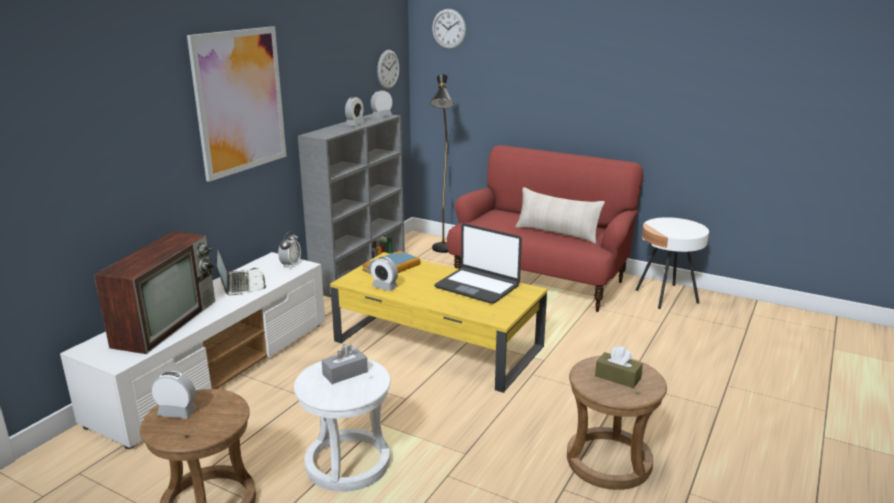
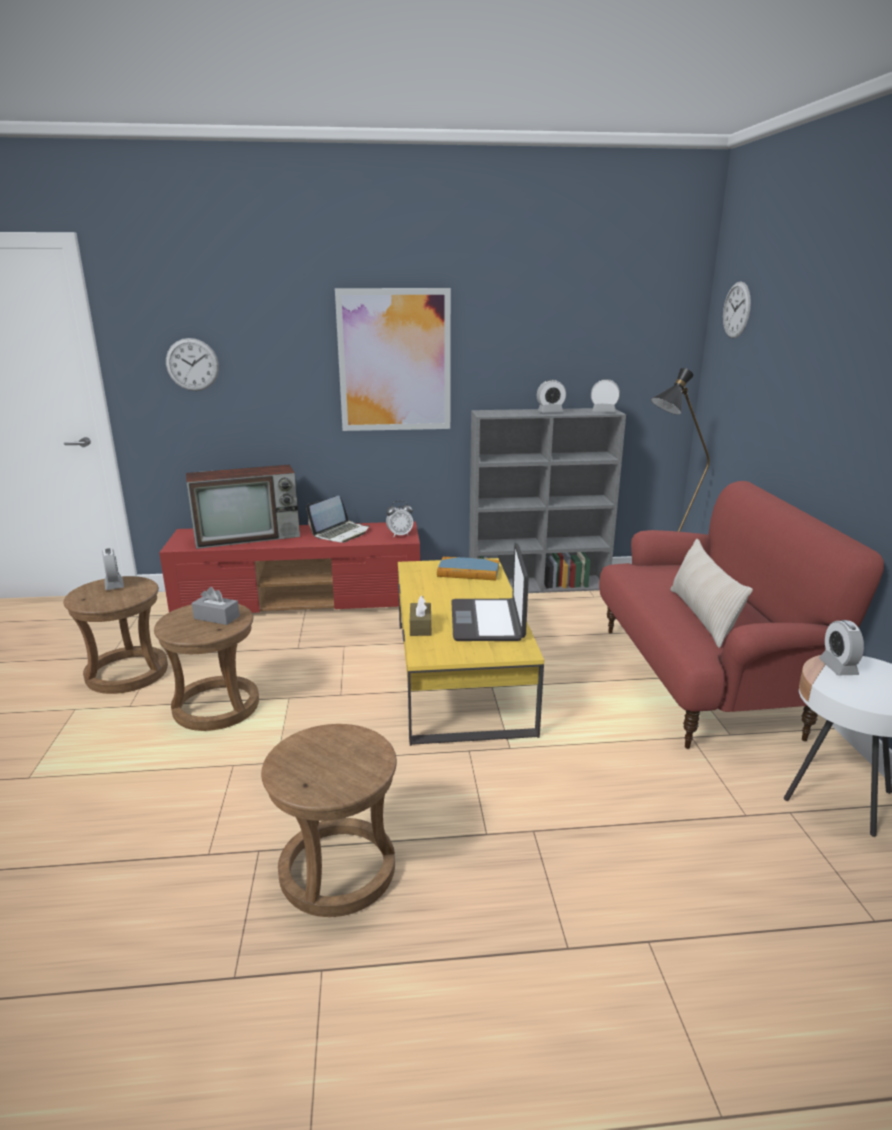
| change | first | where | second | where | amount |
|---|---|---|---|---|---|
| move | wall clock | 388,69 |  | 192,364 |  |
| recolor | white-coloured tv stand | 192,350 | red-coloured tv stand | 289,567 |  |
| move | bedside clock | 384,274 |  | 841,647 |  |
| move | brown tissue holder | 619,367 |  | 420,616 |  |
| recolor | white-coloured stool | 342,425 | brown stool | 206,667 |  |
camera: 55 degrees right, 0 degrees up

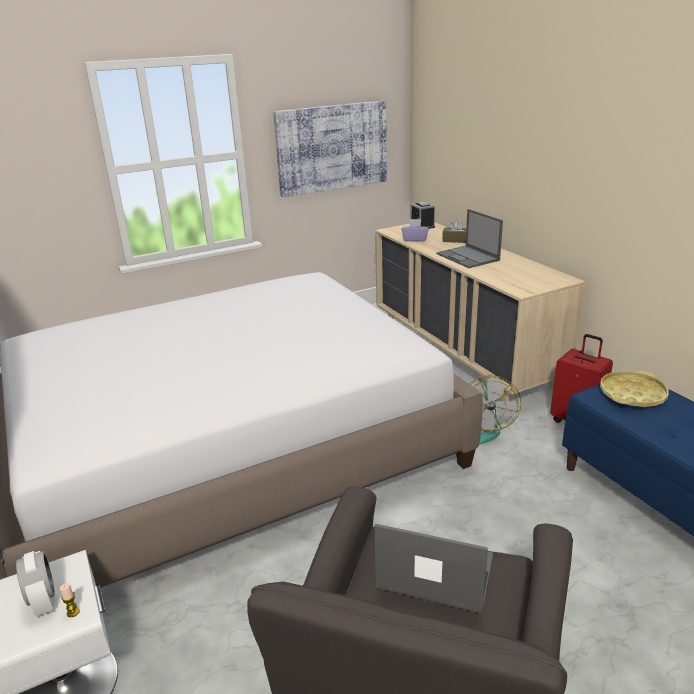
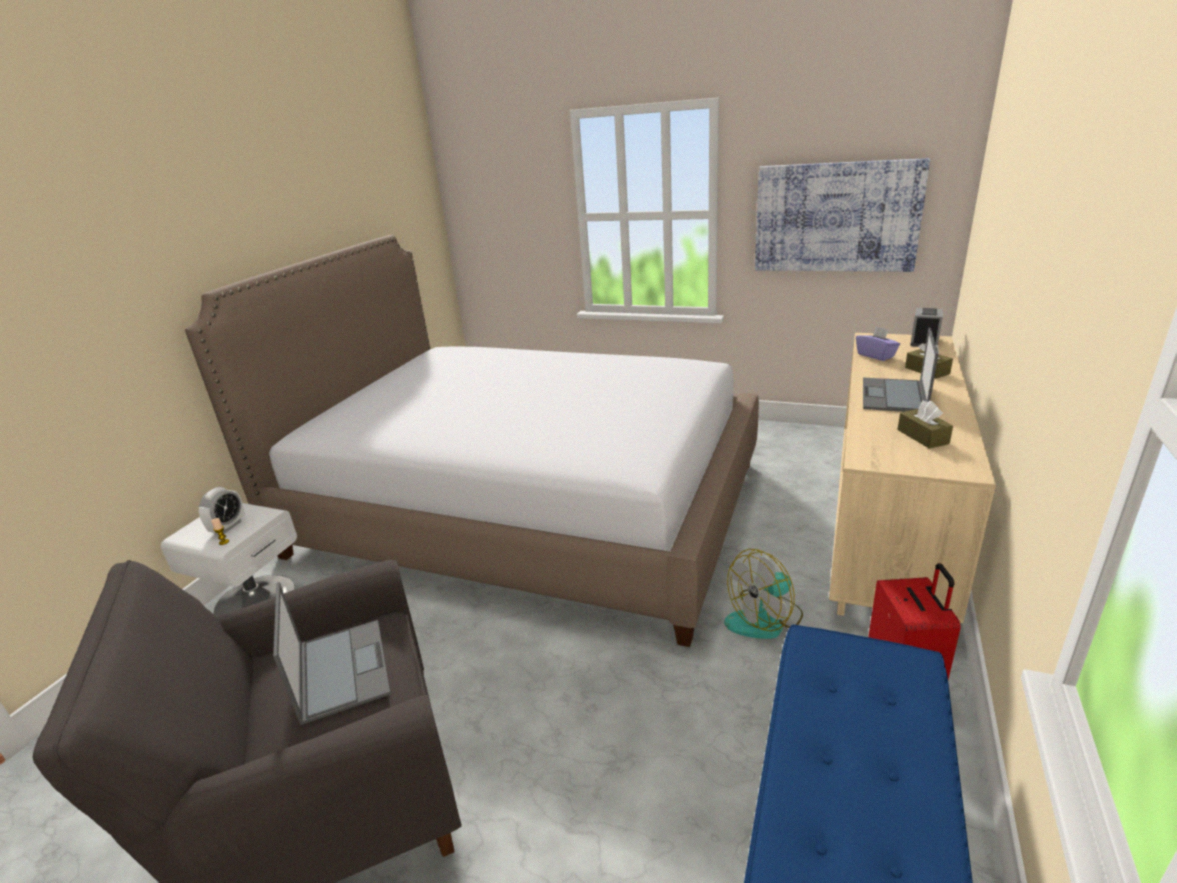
| change | first | where | second | where | amount |
|---|---|---|---|---|---|
| delete | yellow tray | 634,389 |  |  |  |
| insert |  |  | brown tissue holder | 925,425 |  |
camera: 50 degrees right, 0 degrees up

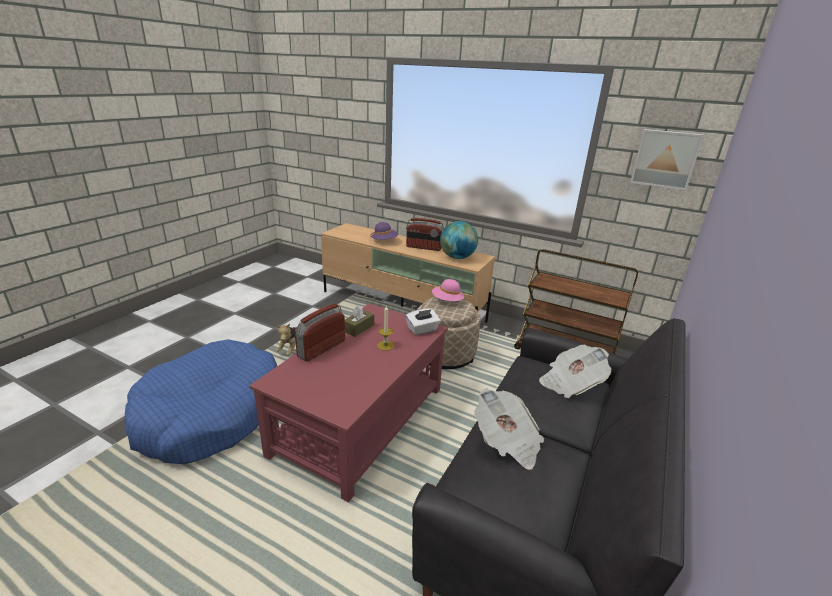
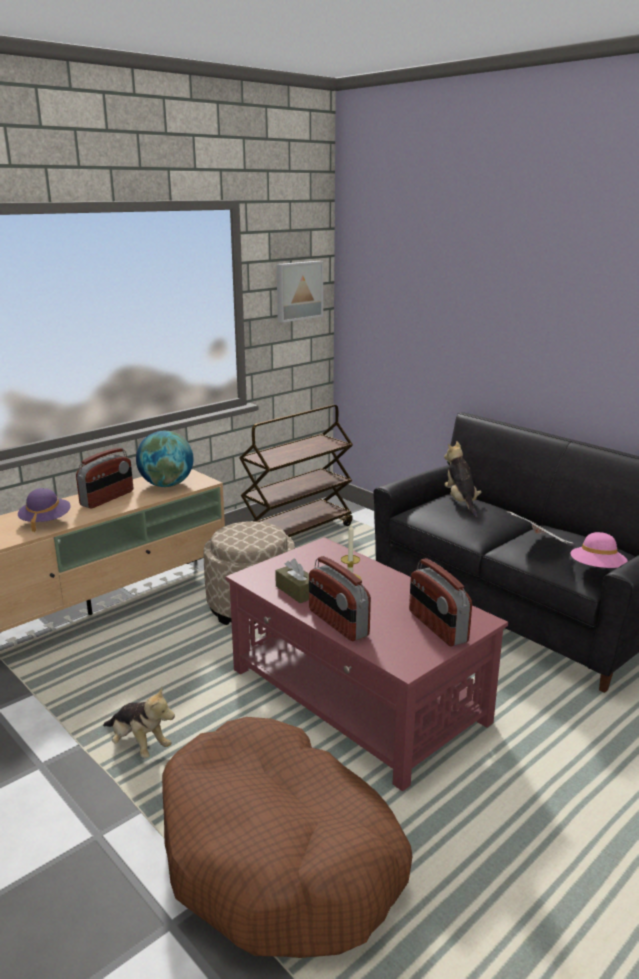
| change | first | where | second | where | amount |
|---|---|---|---|---|---|
| move | pinkish clothing hat | 448,290 |  | 599,550 |  |
| delete | white-coloured tissue holder | 423,322 |  |  |  |
| recolor | bluish dog cushion | 201,401 | brown dog cushion | 287,837 |  |
| replace | printed paper | 575,371 | plush toy | 463,479 |  |
| insert |  |  | radio receiver | 440,602 |  |
camera: 70 degrees left, 5 degrees down

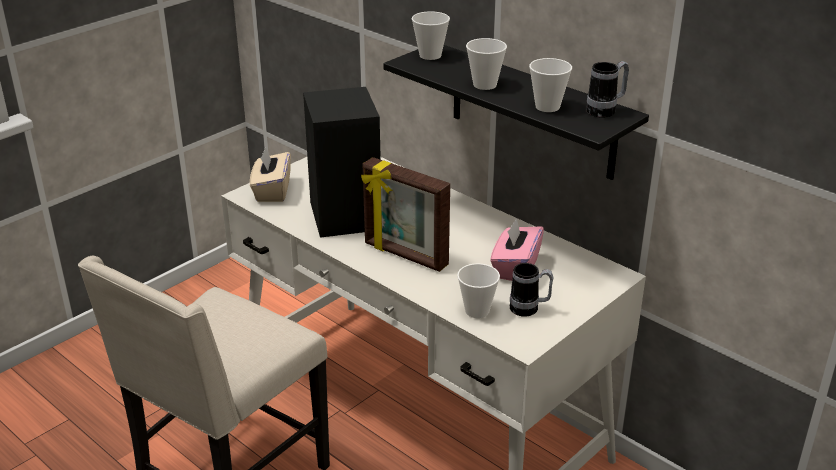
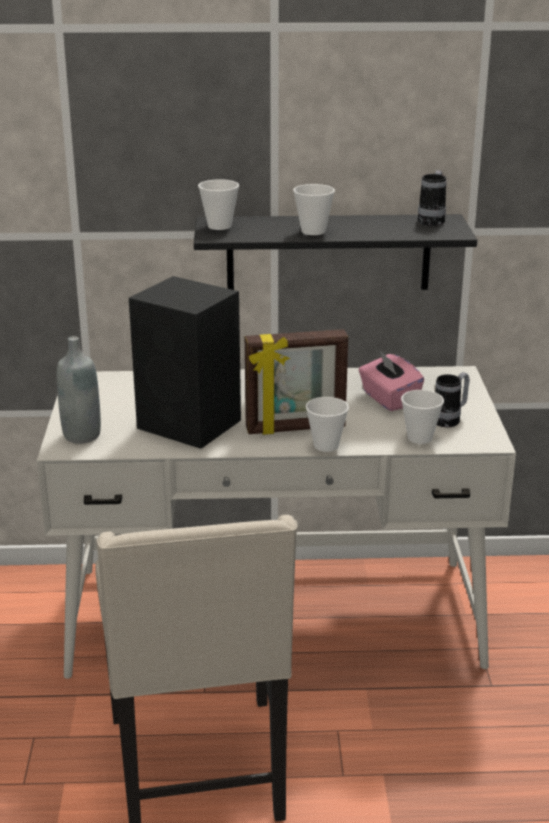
| change | first | where | second | where | amount |
|---|---|---|---|---|---|
| move | cup | 550,85 |  | 327,424 |  |
| replace | beige tissue holder | 270,174 | greyish beverage bottle | 79,390 |  |
camera: 45 degrees left, 5 degrees down

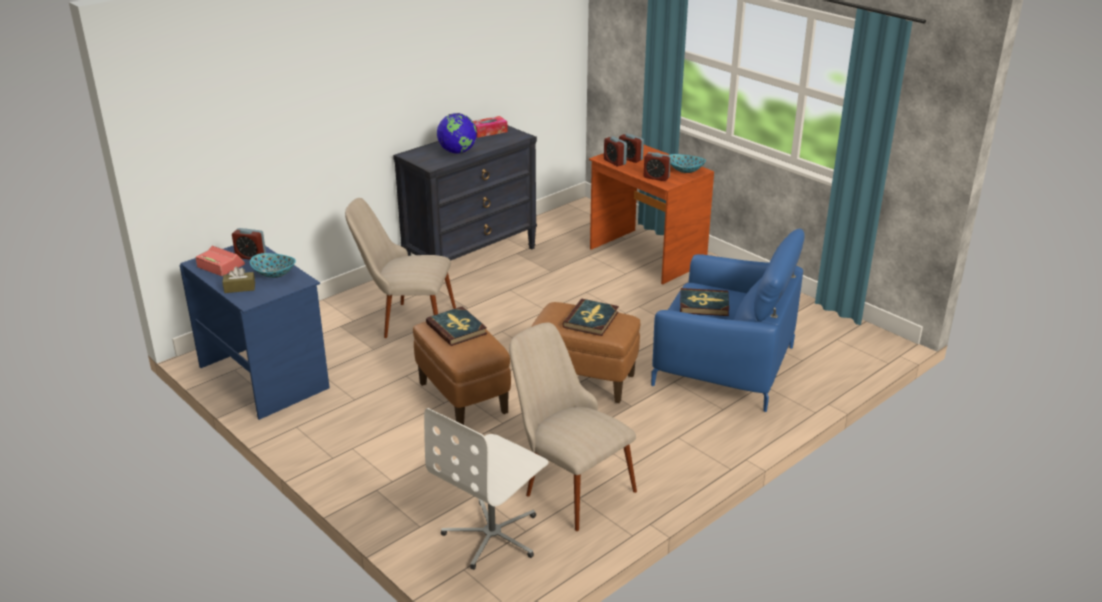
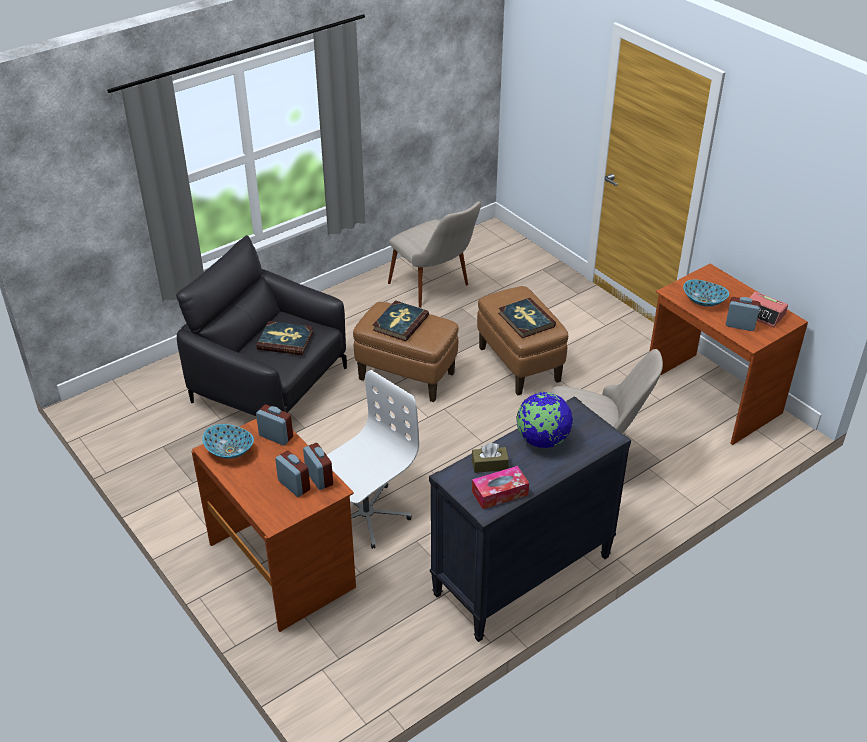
| change | first | where | second | where | amount |
|---|---|---|---|---|---|
| recolor | bluish armchair | 728,320 | black-coloured armchair | 261,325 |  |
| recolor | bluish desk table | 255,333 | brown desk table | 728,354 |  |
| move | brown tissue holder | 238,279 |  | 490,458 |  |
| move | white-coloured desk chair | 486,489 |  | 373,459 |  |
camera: 175 degrees left, 10 degrees up

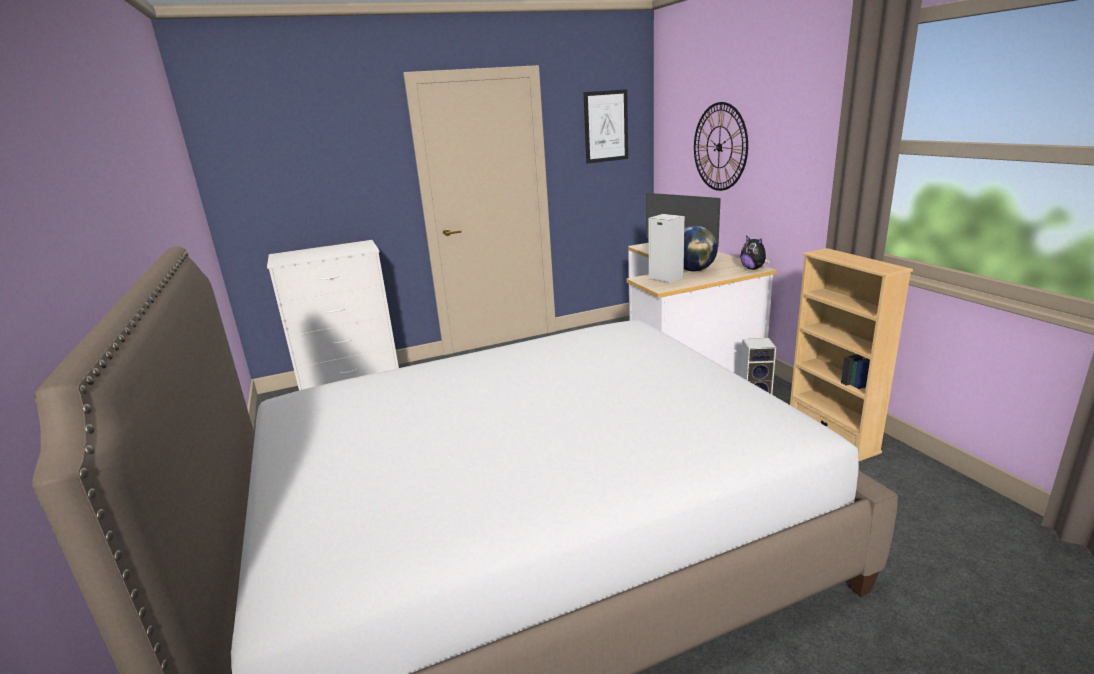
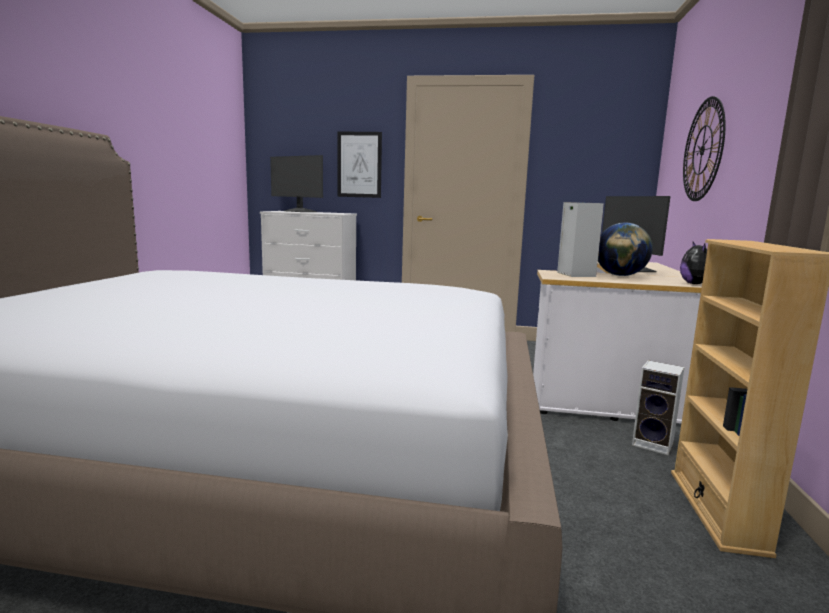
| change | first | where | second | where | amount |
|---|---|---|---|---|---|
| move | wall picture | 606,126 |  | 359,165 |  |
| insert |  |  | computer display | 296,183 |  |
camera: 30 degrees right, 10 degrees down

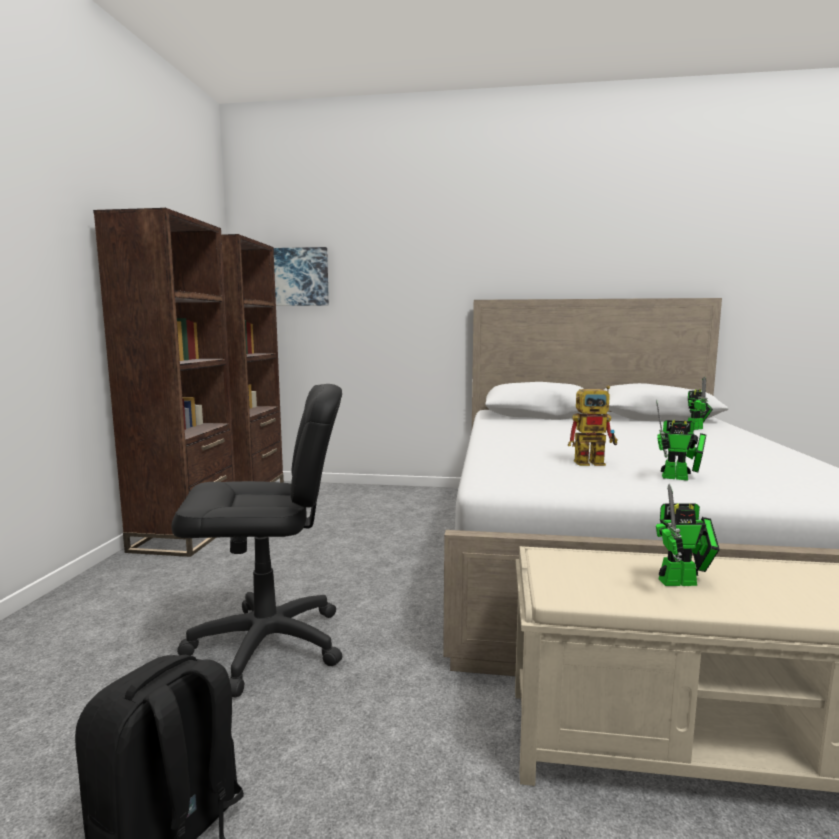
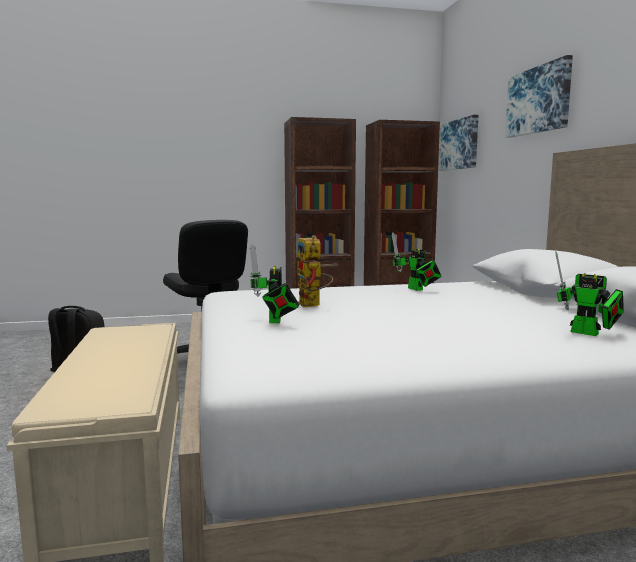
| change | first | where | second | where | amount |
|---|---|---|---|---|---|
| move | robot figure | 688,535 |  | 417,261 |  |
| insert |  |  | wall picture | 539,96 |  |
camera: 70 degrees right, 0 degrees up

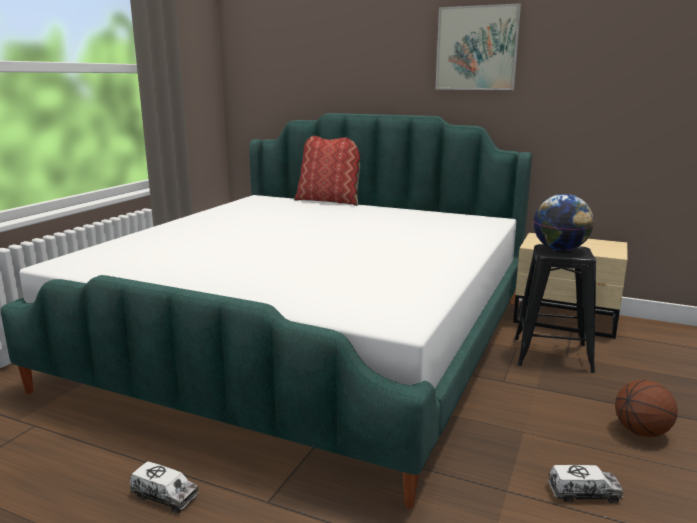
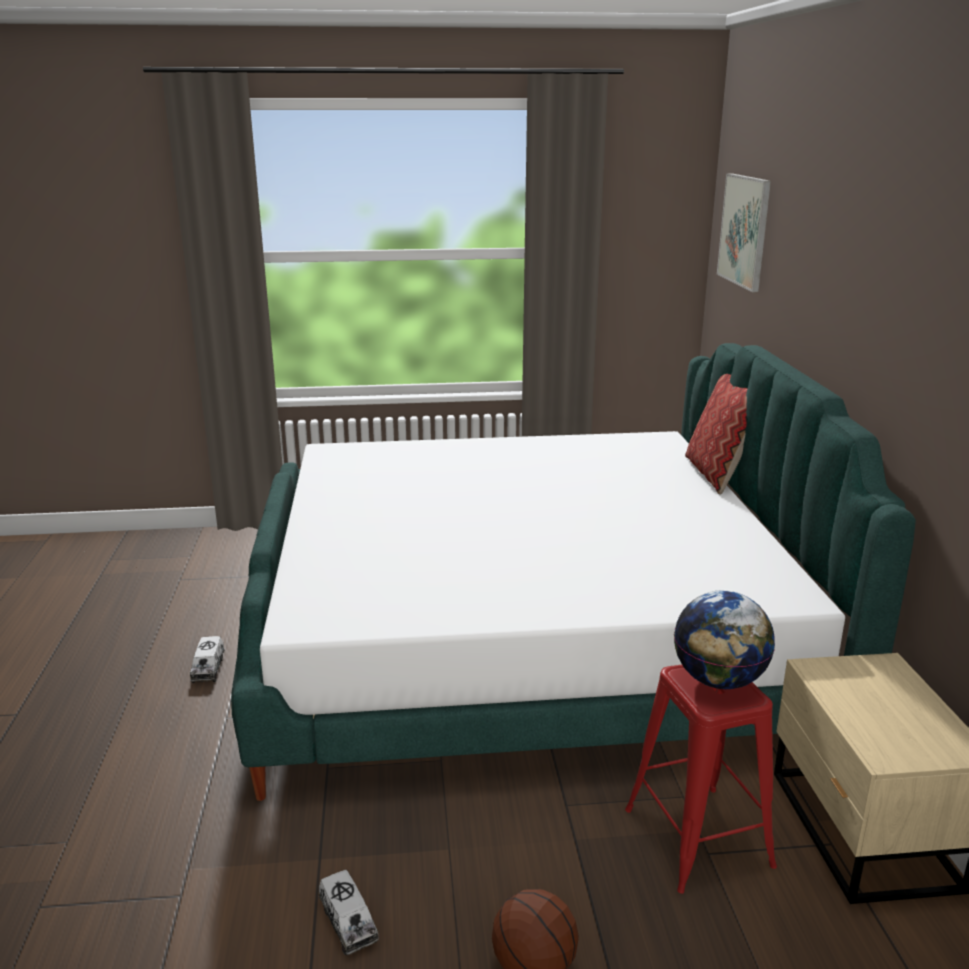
| change | first | where | second | where | amount |
|---|---|---|---|---|---|
| move | wall picture | 478,47 |  | 744,232 |  |
| recolor | black-coloured stool | 555,308 | red-coloured stool | 701,779 |  |
camera: 60 degrees right, 5 degrees up

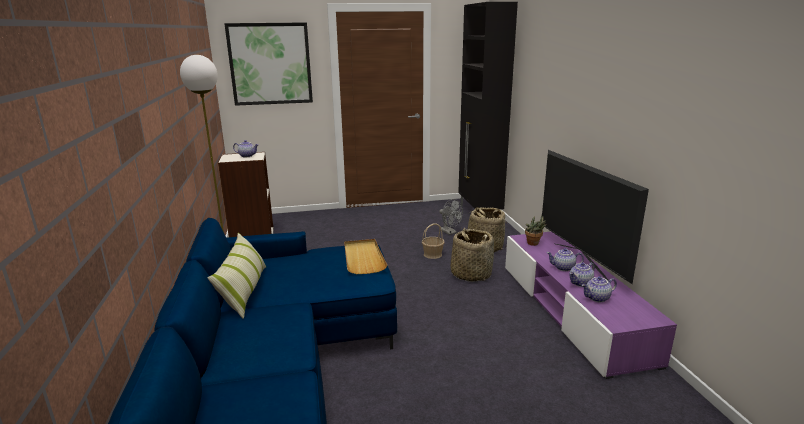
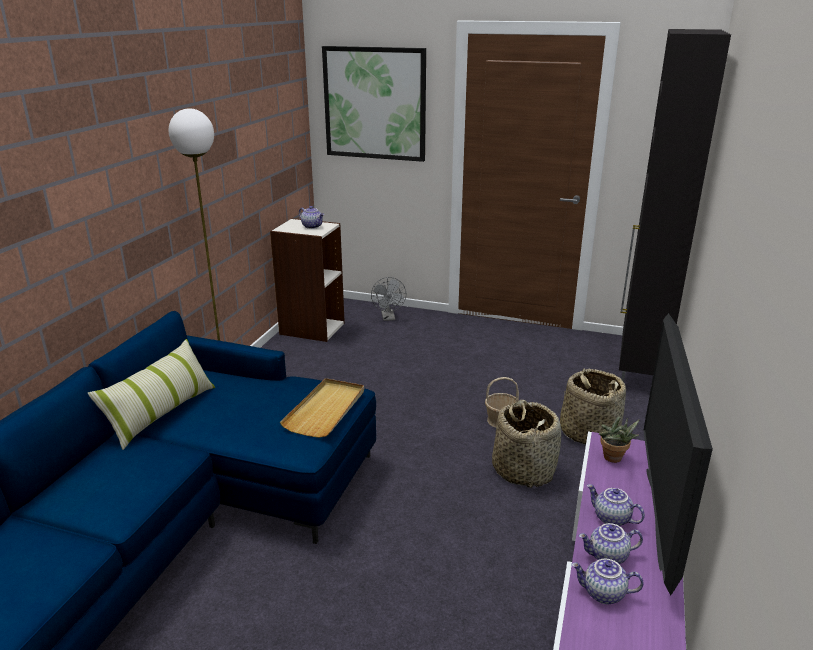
| change | first | where | second | where | amount |
|---|---|---|---|---|---|
| move | greyish electric fan | 451,217 |  | 388,299 |  |
camera: 30 degrees right, 5 degrees up

